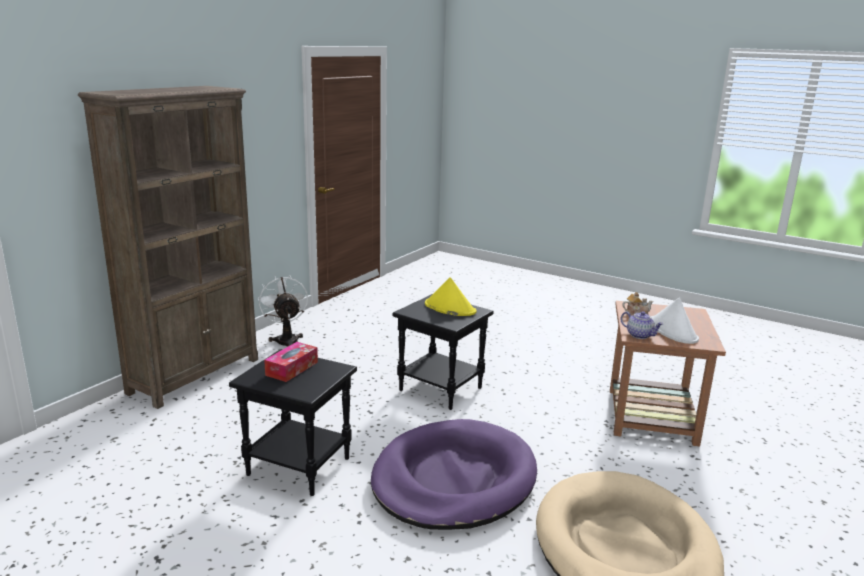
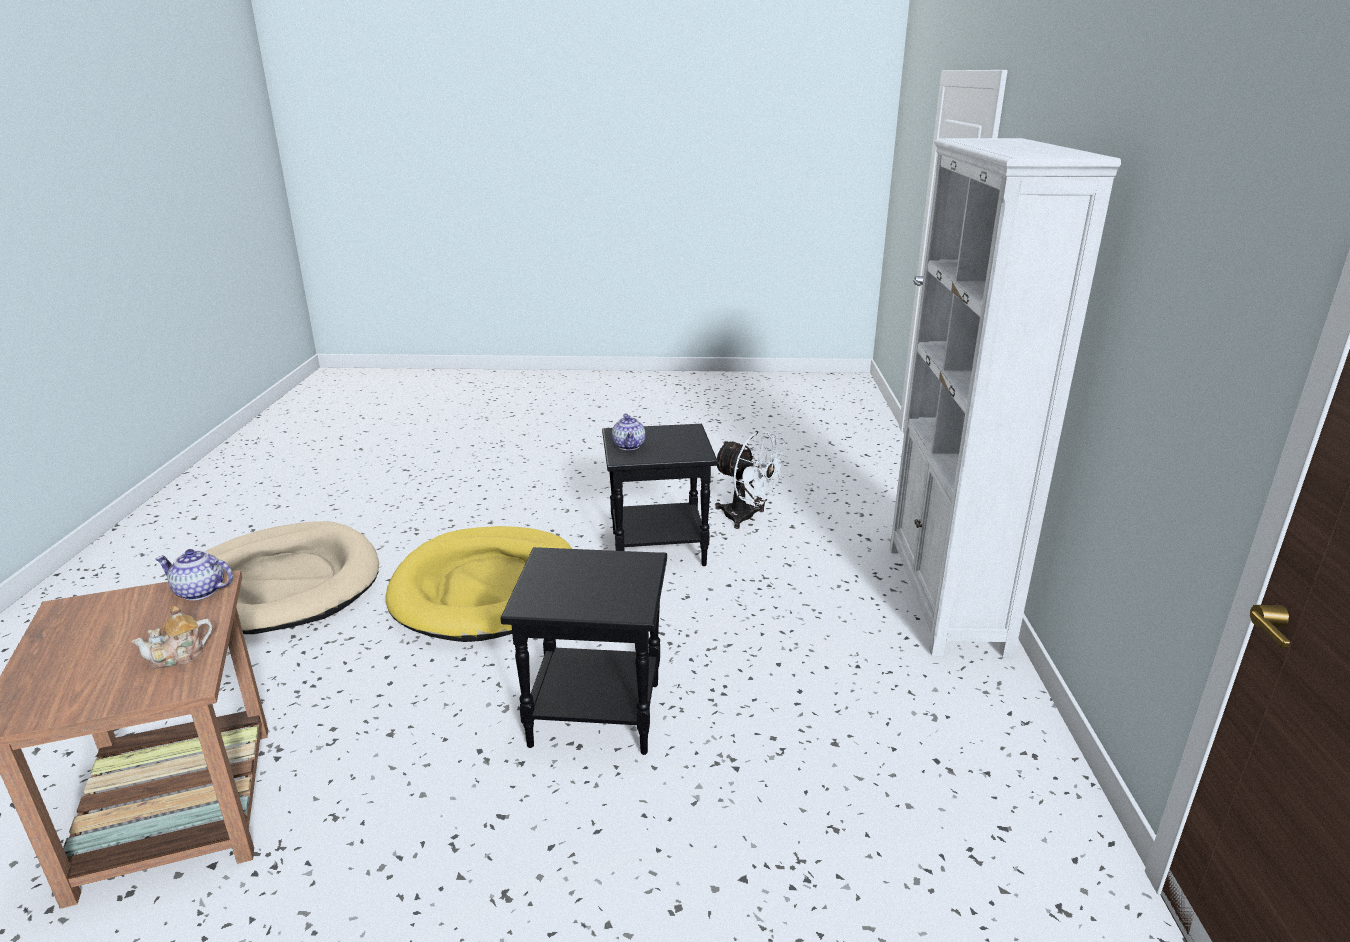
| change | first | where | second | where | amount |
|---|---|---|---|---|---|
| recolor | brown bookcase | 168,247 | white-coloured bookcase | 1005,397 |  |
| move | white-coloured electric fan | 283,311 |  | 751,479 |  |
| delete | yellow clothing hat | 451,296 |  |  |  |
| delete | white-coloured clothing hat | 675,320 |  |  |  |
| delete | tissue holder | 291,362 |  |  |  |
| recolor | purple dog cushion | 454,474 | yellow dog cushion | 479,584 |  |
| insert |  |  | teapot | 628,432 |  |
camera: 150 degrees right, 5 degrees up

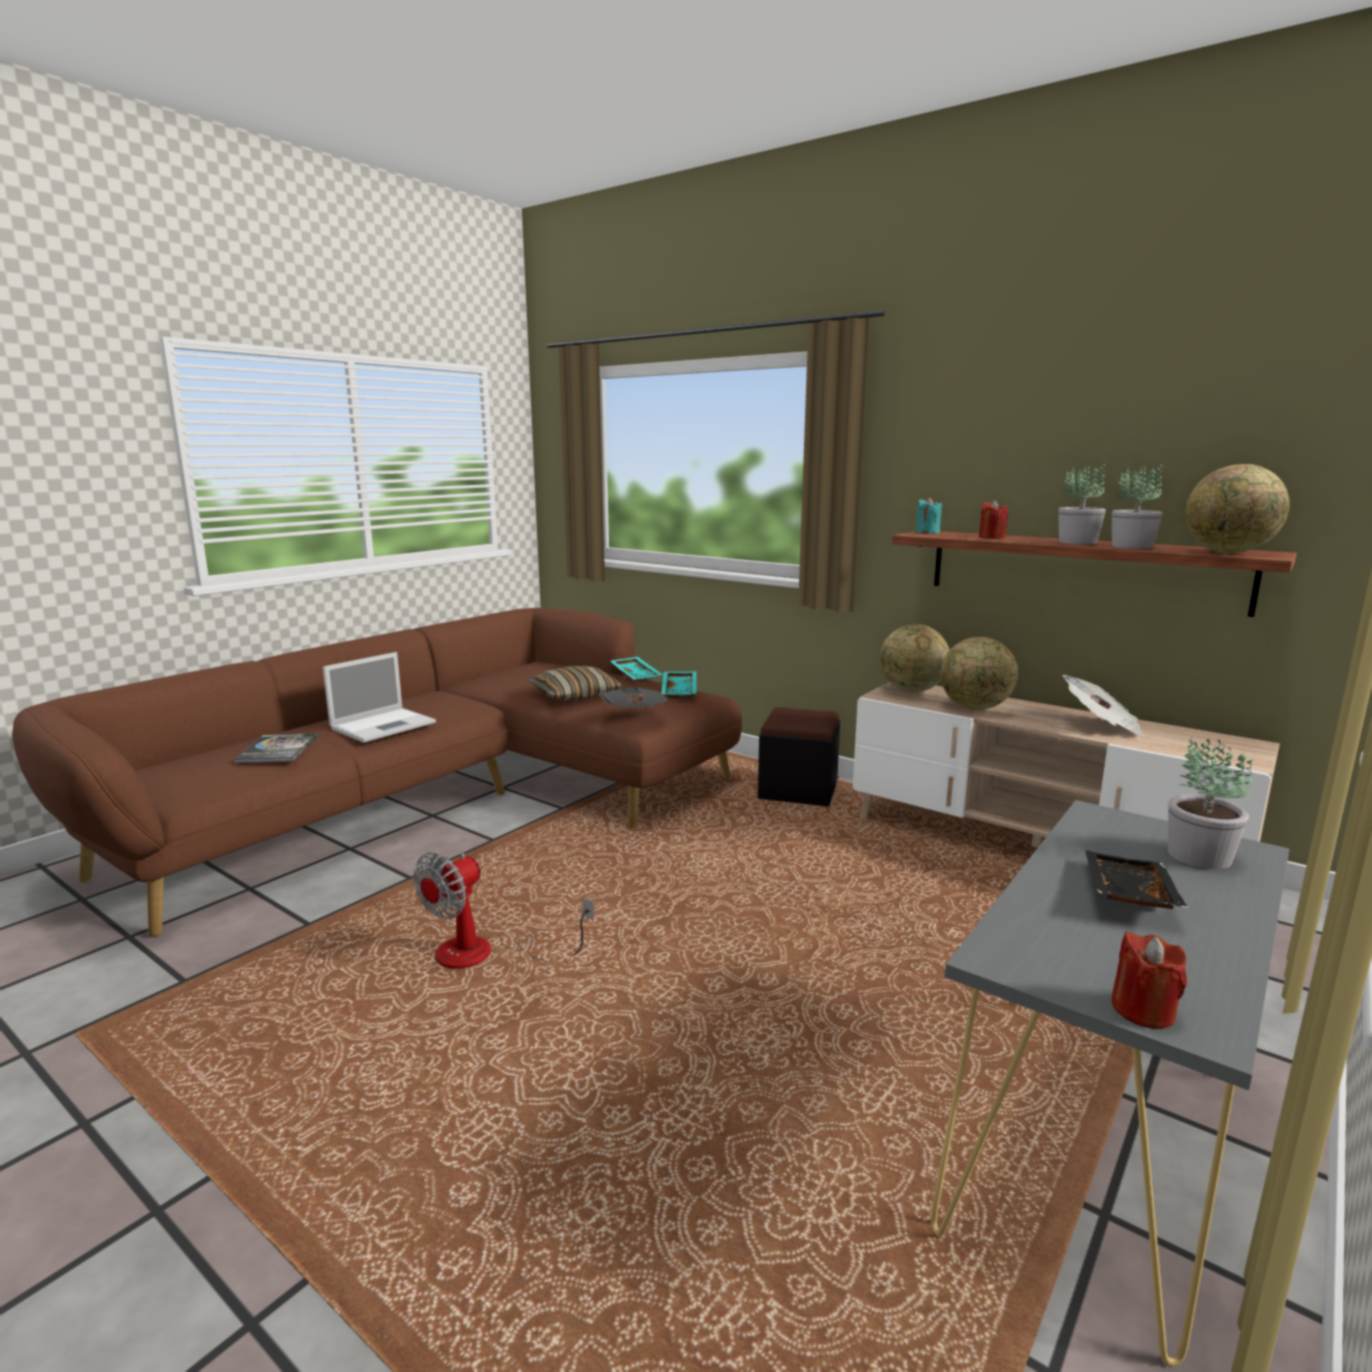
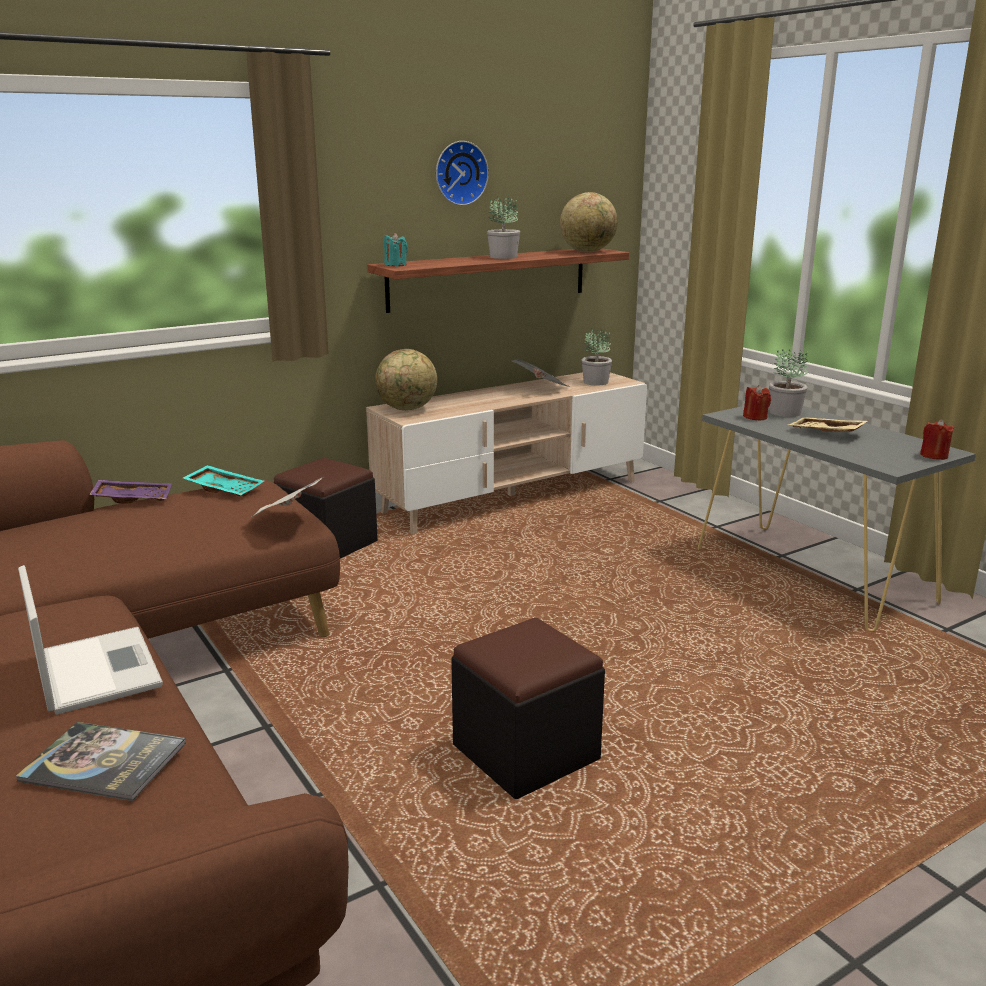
| change | first | where | second | where | amount |
|---|---|---|---|---|---|
| move | plant in a pot | 1137,507 |  | 597,356 |  |
| move | red-coloured wax light | 993,519 |  | 757,402 |  |
| delete | world globe | 979,673 |  |  |  |
| recolor | blue-green tray | 636,669 | purple tray | 130,491 |  |
| delete | cushion | 575,683 |  |  |  |
| recolor | black-coloured tray | 1136,879 | beige tray | 828,425 |  |
| replace | electric fan | 503,910 | black-coloured pouffe | 528,708 |  |
| insert |  |  | wall clock | 462,173 |  |
camera: 70 degrees left, 5 degrees up

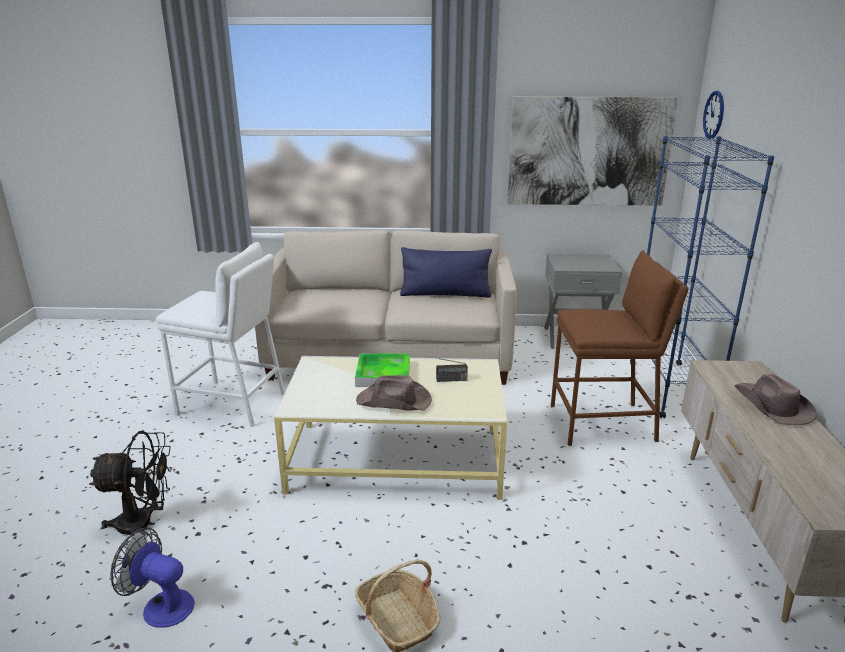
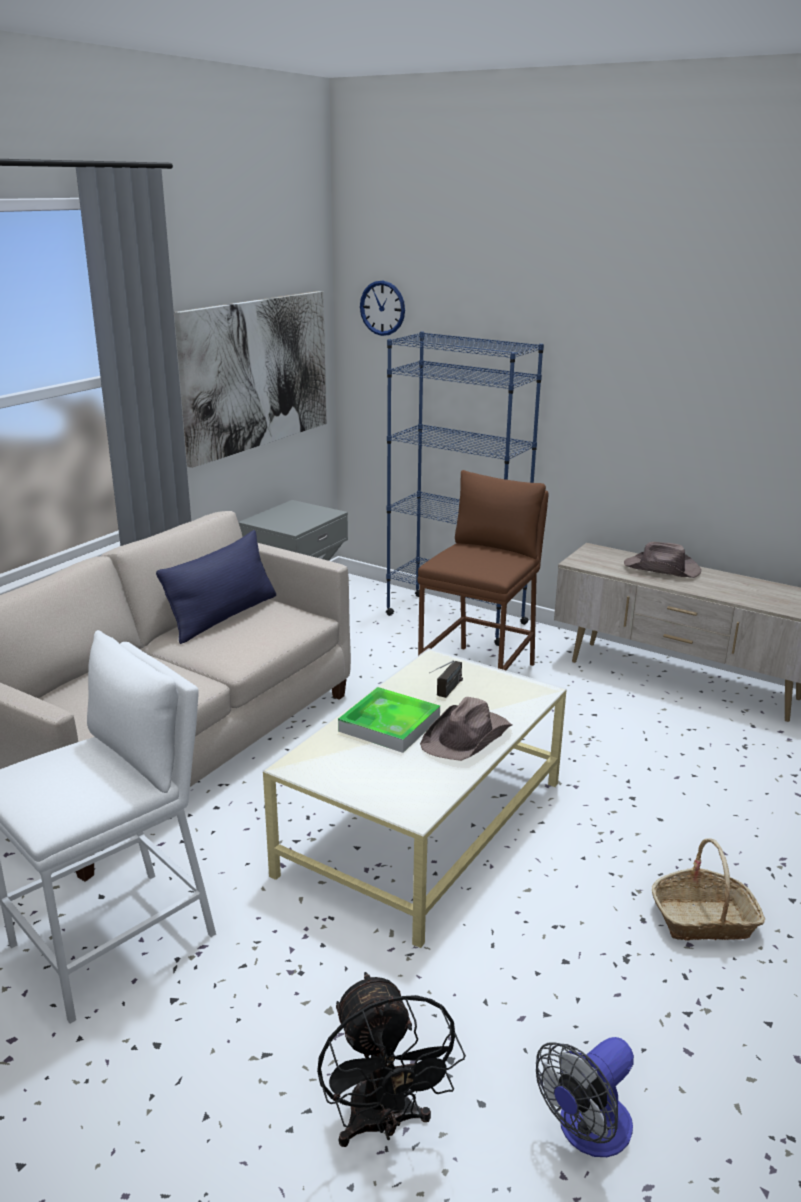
| change | first | where | second | where | amount |
|---|---|---|---|---|---|
| rotate | black-coloured electric fan | 130,483 |  | 391,1059 | 135 degrees clockwise |
camera: 60 degrees left, 0 degrees up

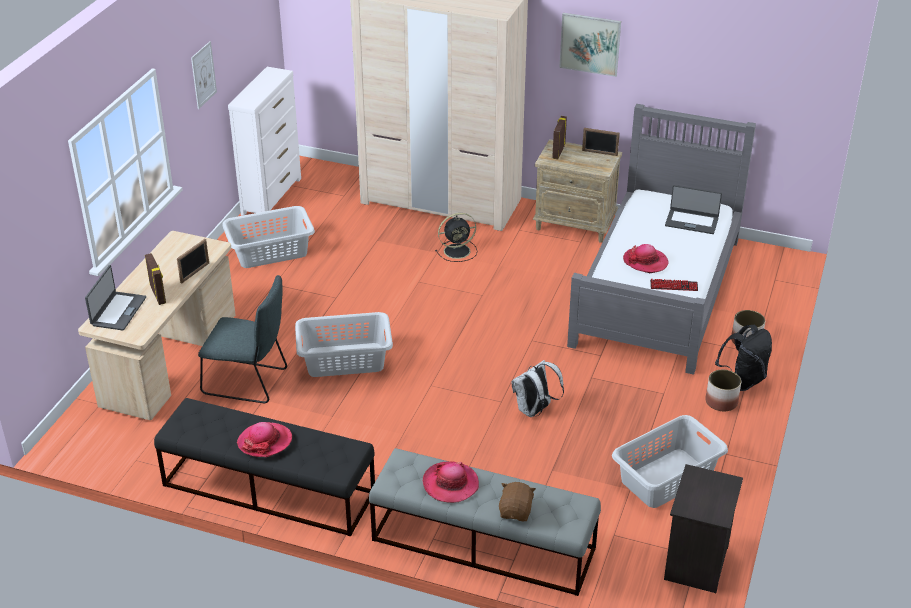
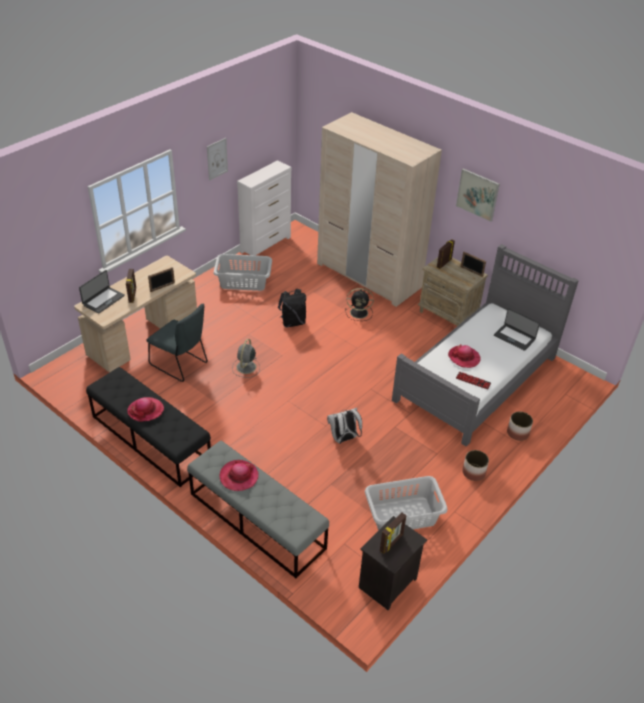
| change | first | where | second | where | amount |
|---|---|---|---|---|---|
| replace | greyish laundry basket | 344,344 | greyish electric fan | 246,358 |  |
| move | black-coloured rucksack | 743,358 |  | 292,308 |  |
| delete | brown plush toy | 517,501 |  |  |  |
| insert |  |  | standing frame | 393,533 |  |
camera: 20 degrees right, 5 degrees up

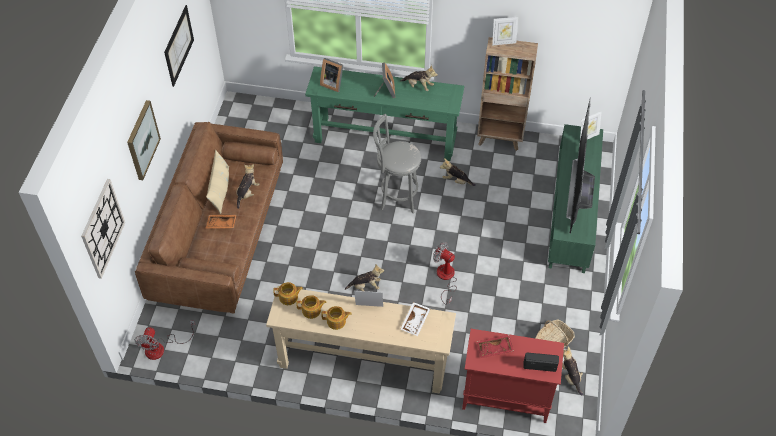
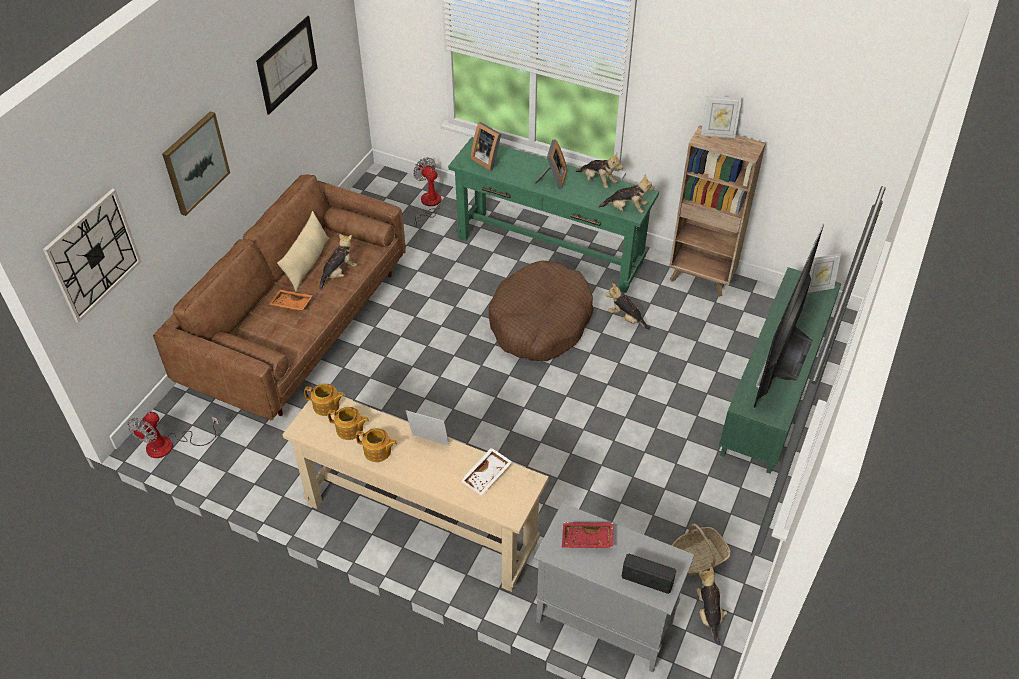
| change | first | where | second | where | amount |
|---|---|---|---|---|---|
| replace | greyish stool | 397,164 | brown dog cushion | 541,310 |  |
| move | electric fan | 445,273 |  | 427,192 |  |
| move | plush toy | 364,277 |  | 626,194 |  |
| recolor | red-coloured cupboard | 513,376 | greyish cupboard | 614,587 |  |
camera: 15 degrees right, 5 degrees down

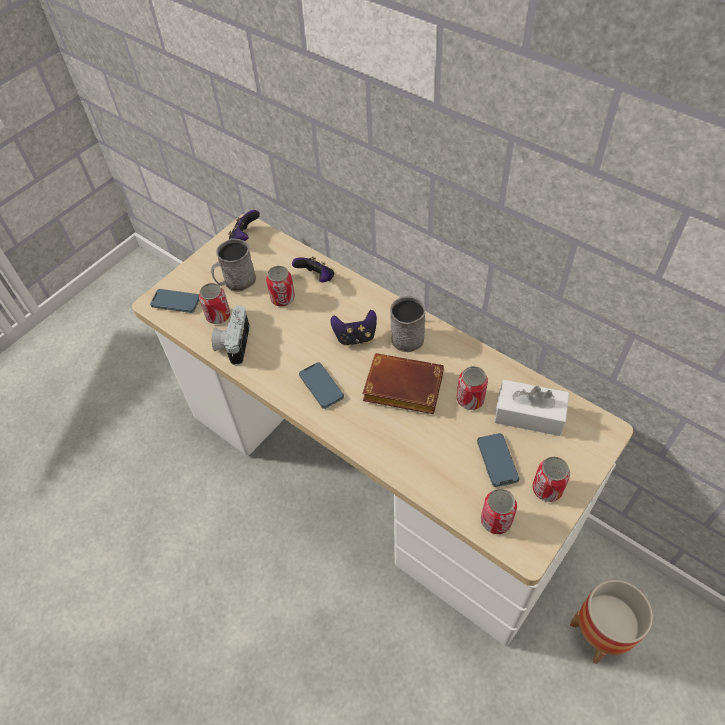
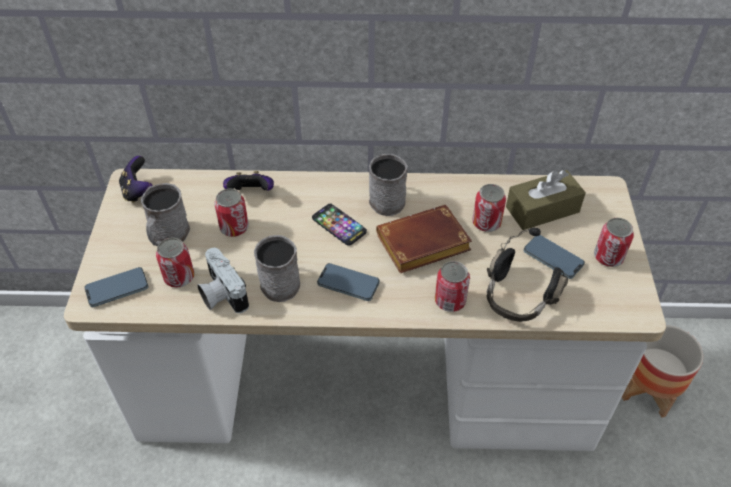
| change | first | where | second | where | amount |
|---|---|---|---|---|---|
| replace | game controller | 354,328 | handset | 339,225 |  |
| recolor | white-coloured tissue holder | 531,408 | brown tissue holder | 546,200 |  |
| move | metal can | 499,511 |  | 452,286 |  |
| insert |  |  | black-coloured headphones | 527,274 |  |
| insert |  |  | greyish tea mug | 277,268 |  |
camera: 40 degrees left, 5 degrees down

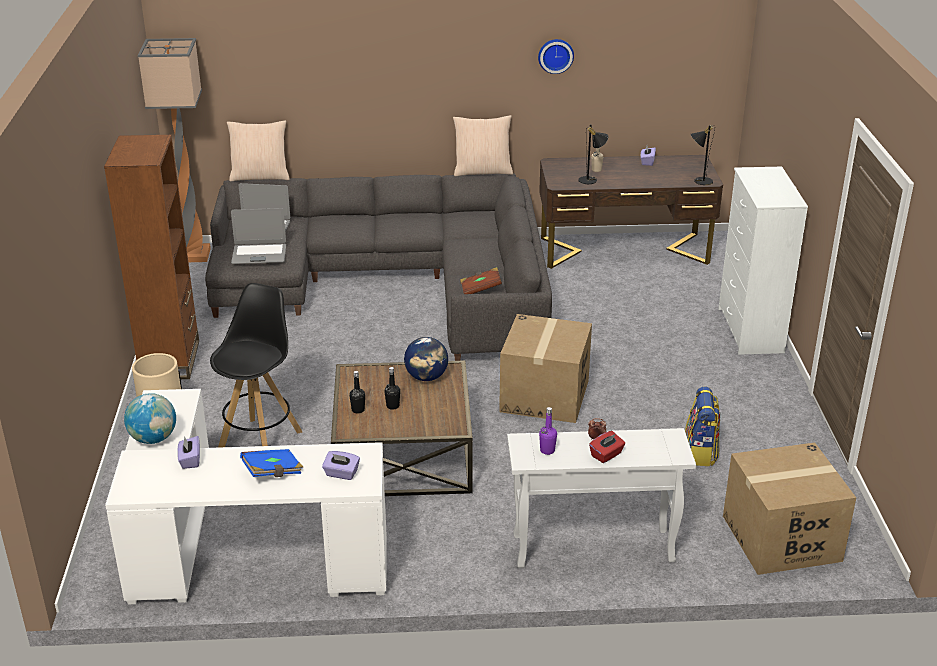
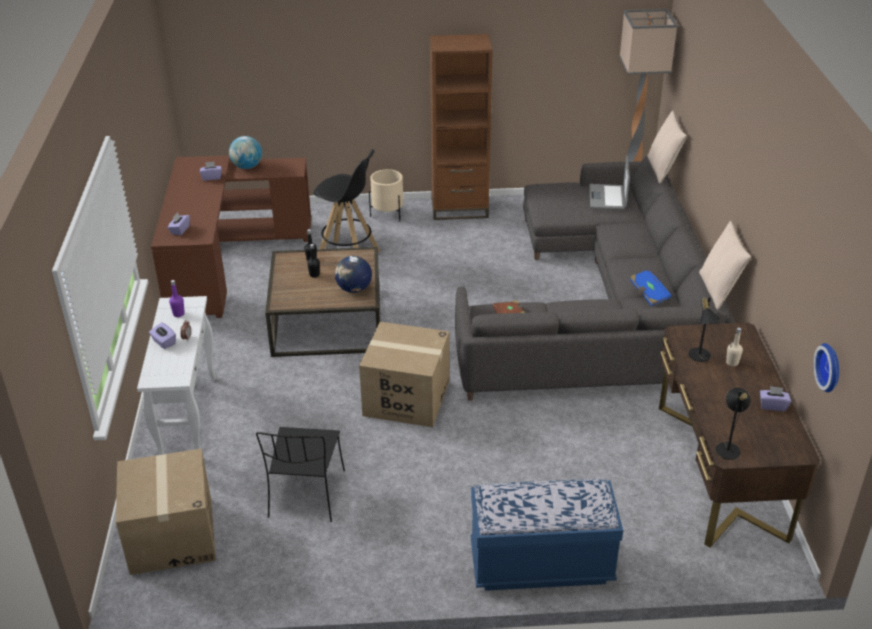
| change | first | where | second | where | amount |
|---|---|---|---|---|---|
| move | wall clock | 556,56 |  | 826,367 |  |
| replace | white-coloured dresser | 763,261 | bluish long seat | 547,535 |  |
| delete | laptop | 258,236 |  |  |  |
| replace | rucksack | 702,426 | black-coloured plain chair | 300,474 |  |
| recolor | white-coloured desk table | 246,496 | brown desk table | 231,236 |  |
| recolor | red-coloured tissue holder | 607,447 | purple tissue holder | 162,336 |  |
| move | bluish volume | 271,463 |  | 651,287 |  |
camera: 90 degrees right, 5 degrees up

